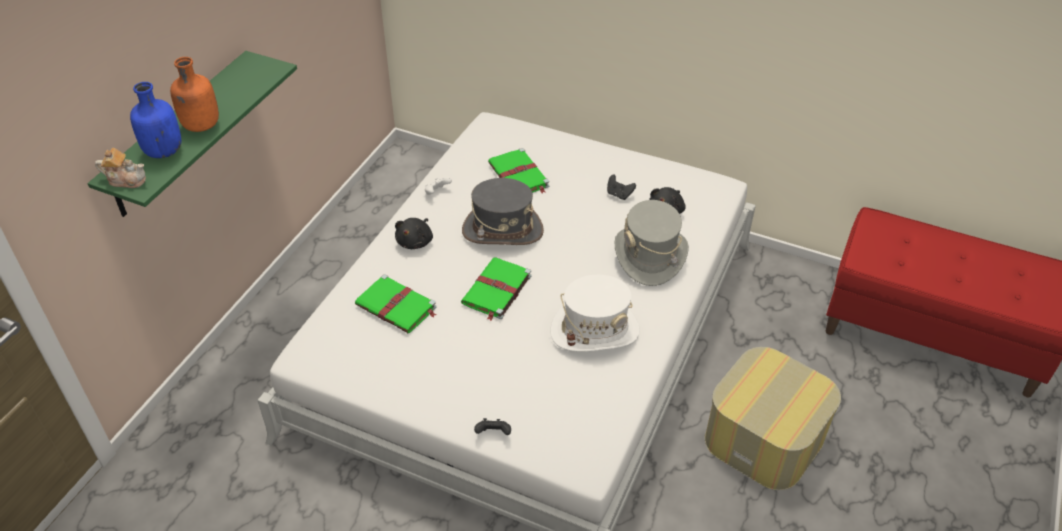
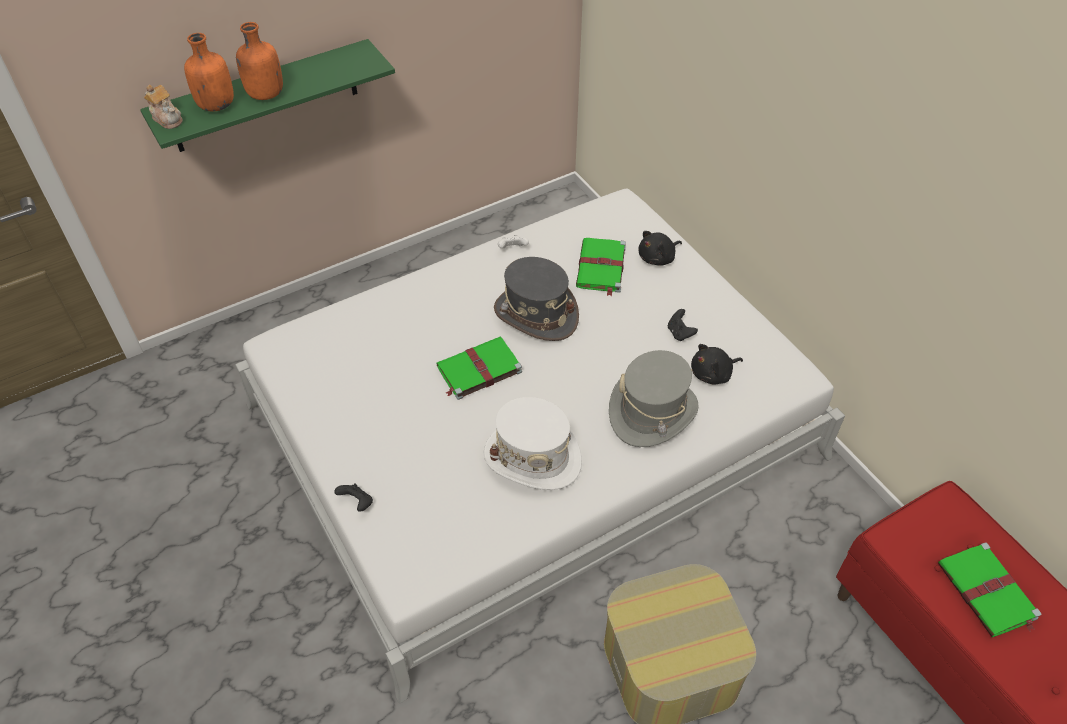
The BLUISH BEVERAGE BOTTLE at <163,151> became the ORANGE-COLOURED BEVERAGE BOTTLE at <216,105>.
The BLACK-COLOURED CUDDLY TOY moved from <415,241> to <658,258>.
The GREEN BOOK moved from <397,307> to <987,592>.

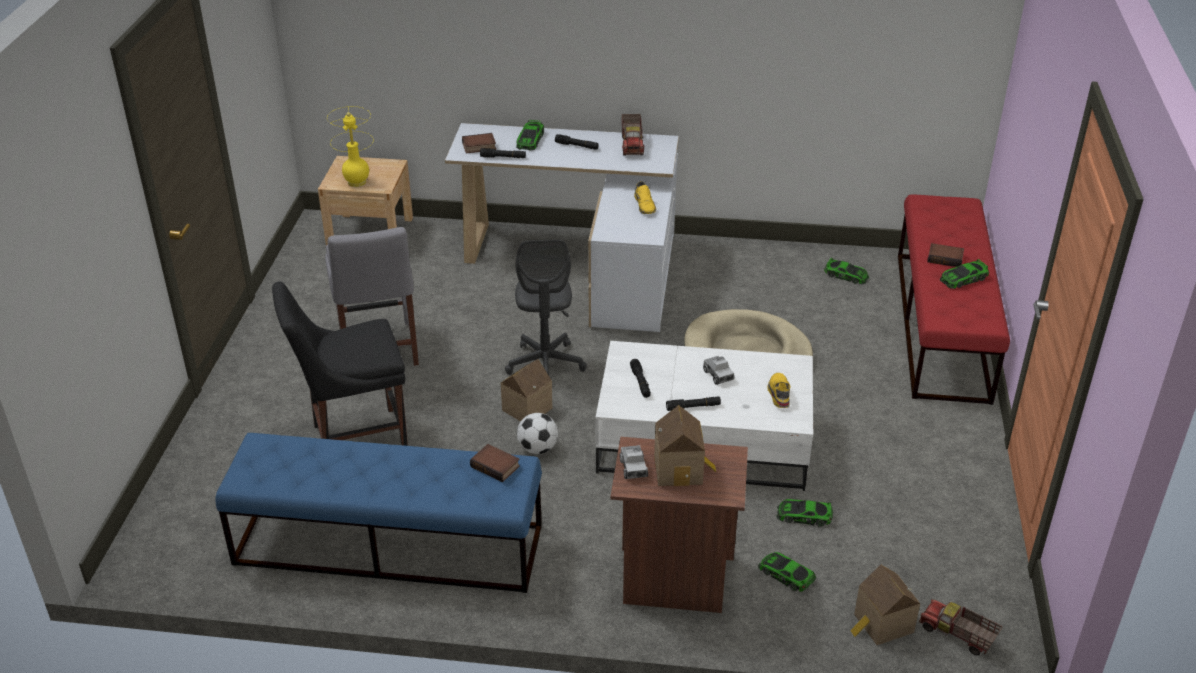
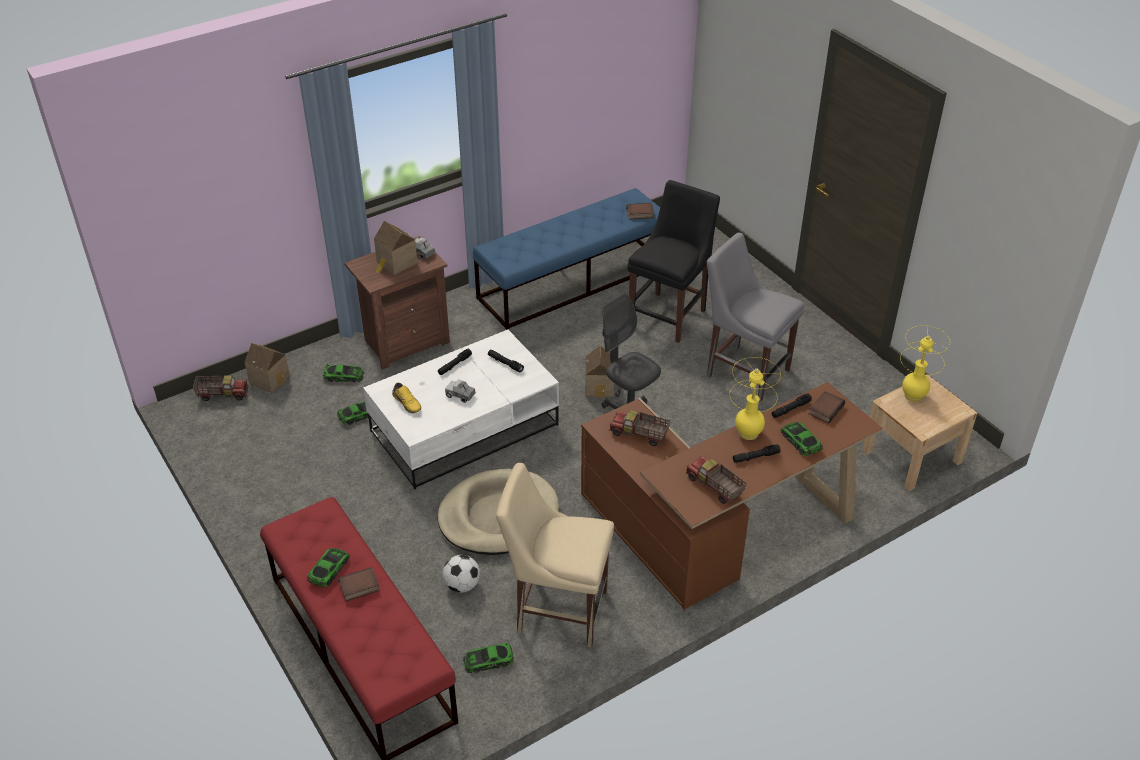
The WHITE-COLOURED DESK at <583,264> became the BROWNISH DESK at <717,529>.
The YELLOW-COLOURED LOW SHOE at <645,205> disappeared.
The BALL FOR FOOTBALL moved from <538,448> to <462,585>.
The BOOK moved from <496,466> to <640,214>.
The YELLOW-COLOURED TABLETOP LAMP at <748,433> appeared.
The TOY LORRY at <639,435> appeared.
The SAND-COLOURED UPRIGHT CHAIR at <557,610> appeared.

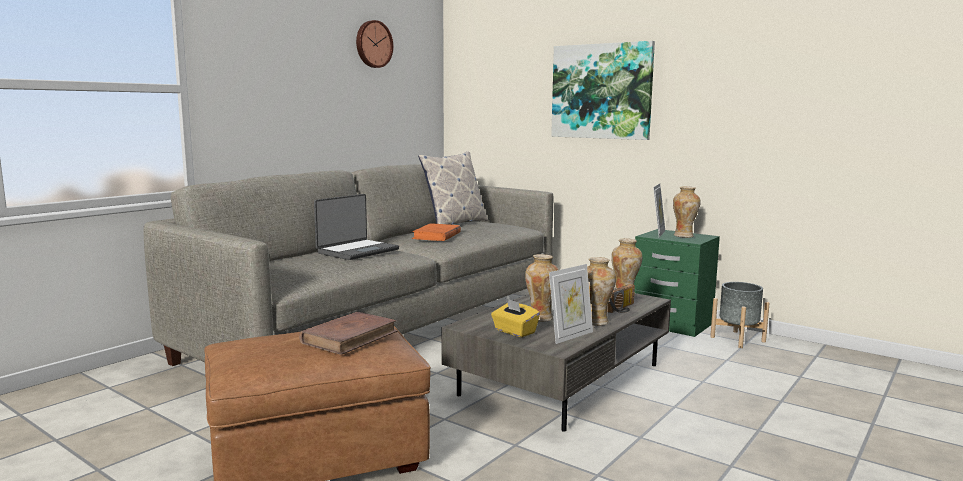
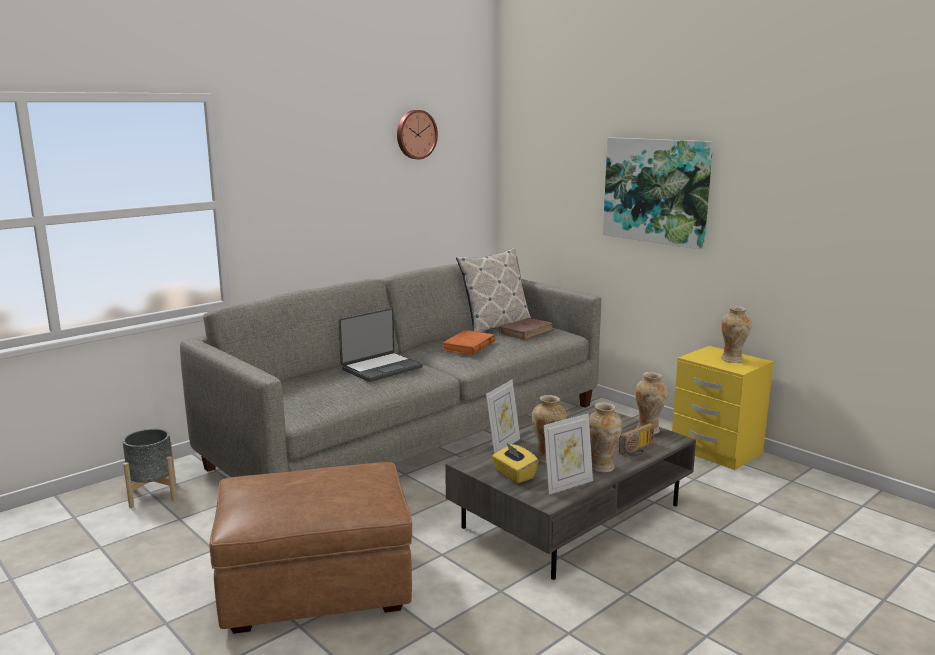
The PHOTO FRAME moved from <658,233> to <503,445>.
The GREEN BEDSIDE TABLE at <672,324> became the YELLOW-COLOURED BEDSIDE TABLE at <716,451>.
The GRAY PLANT POT moved from <737,339> to <152,494>.
The BROWNISH BOOK moved from <350,337> to <526,332>.

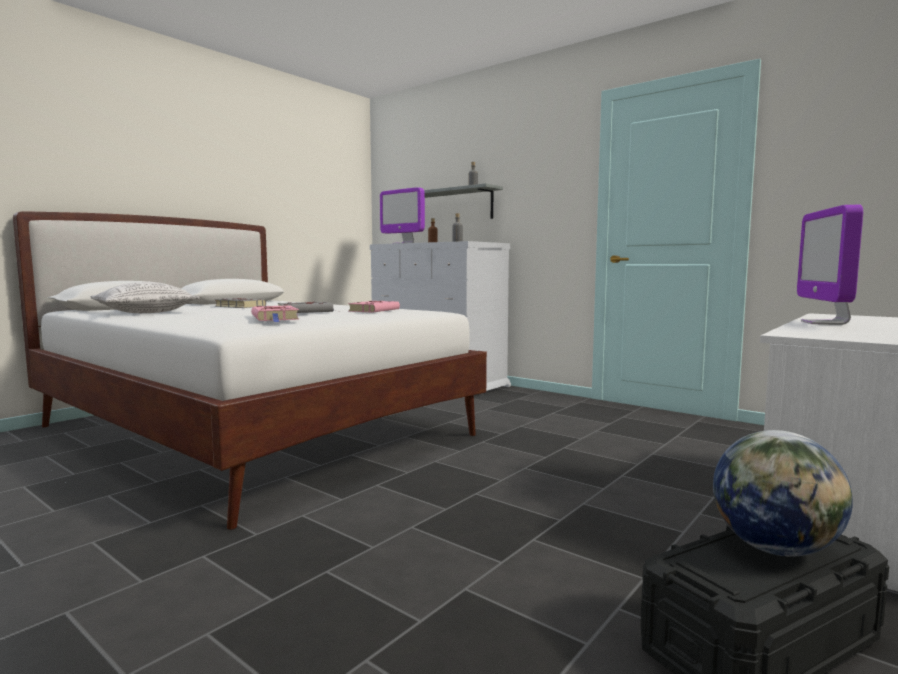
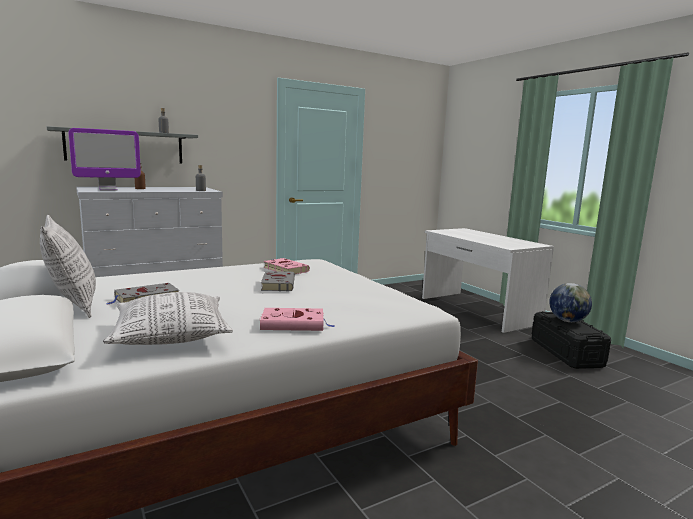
The MONITOR at <824,323> disappeared.
The PINK-COLOURED BOOK moved from <275,318> to <295,324>.
The PILLOW at <73,305> appeared.

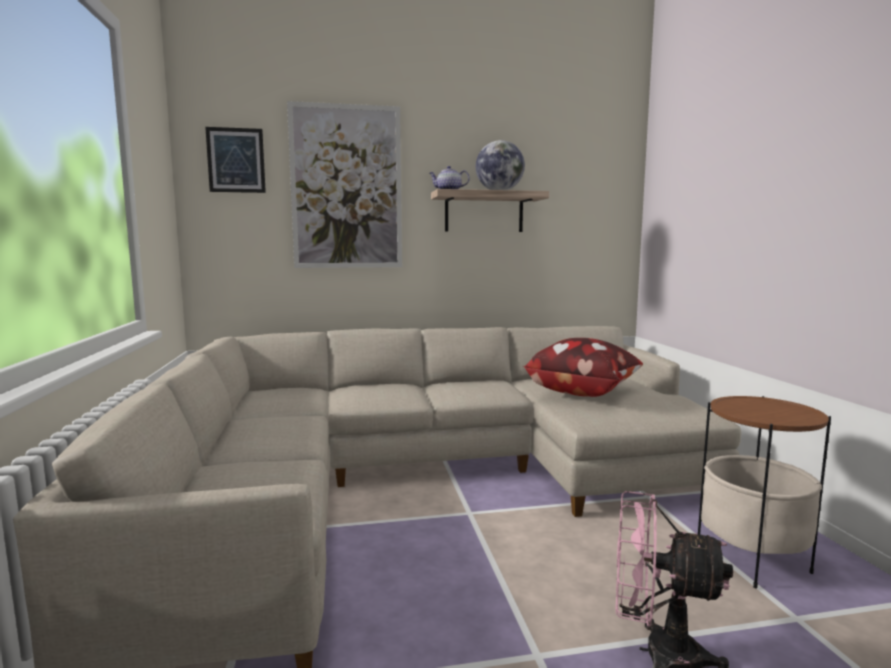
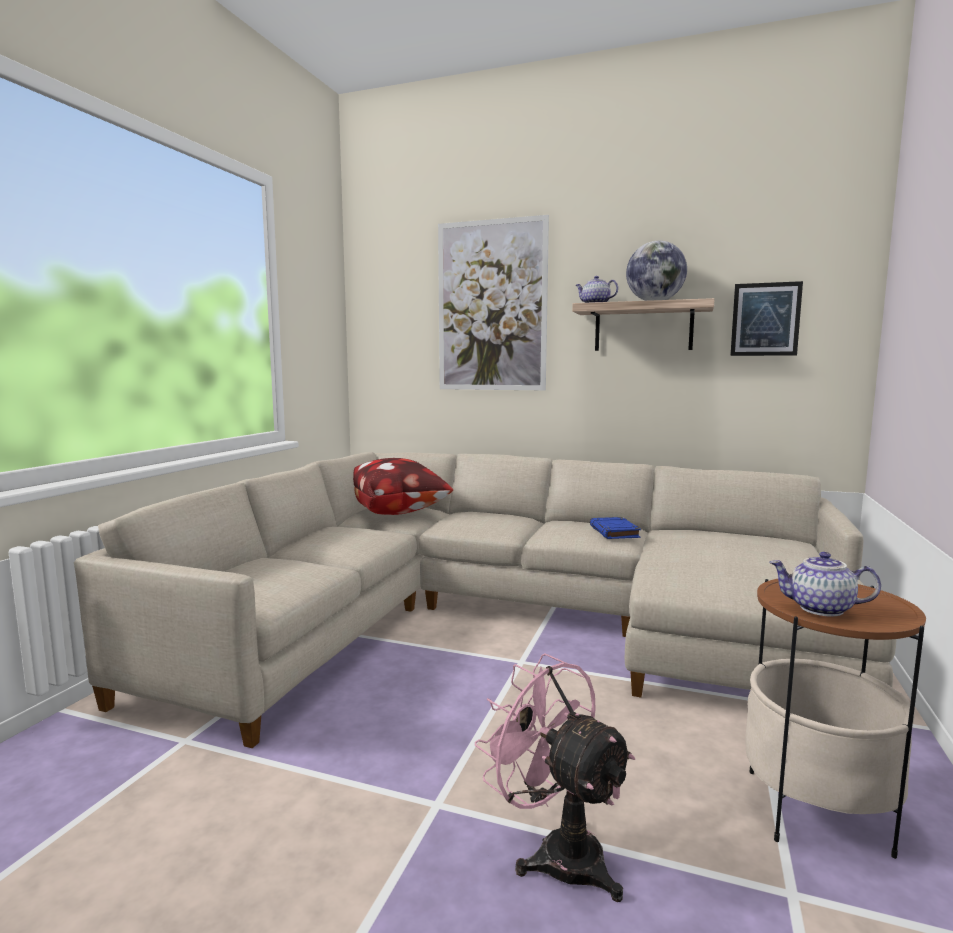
The PICTURE moved from <236,160> to <765,319>.
The PILLOW moved from <582,392> to <398,512>.
The BLUISH BOOK at <615,532> appeared.
The TEA POT at <820,609> appeared.

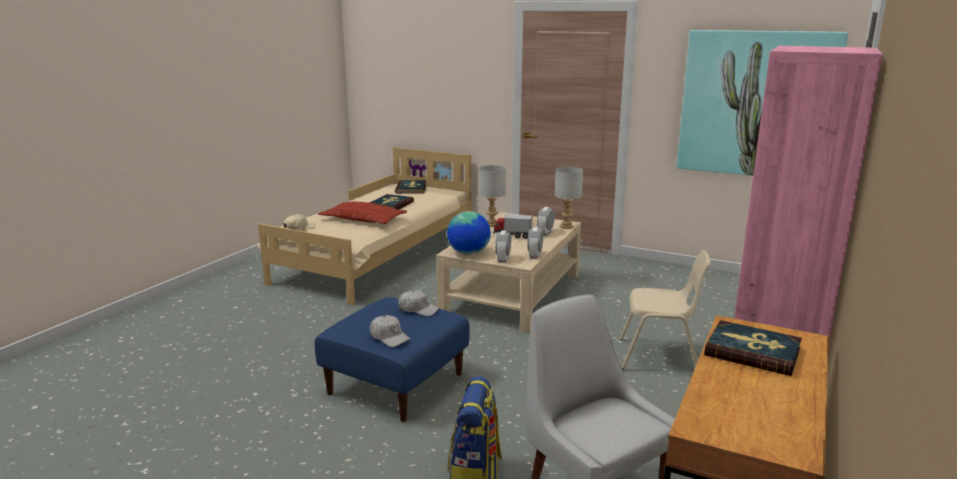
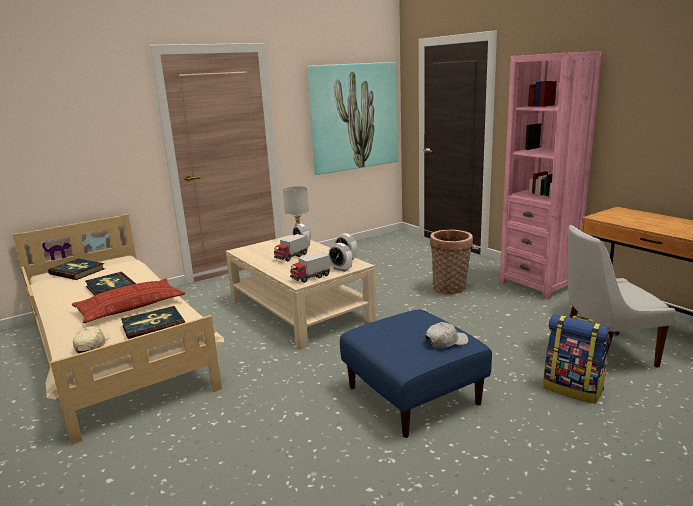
The GRAY TABLETOP LAMP at <492,224> disappeared.
The DESK GLOBE at <469,253> was replaced by the TOY LORRY at <310,277>.
The SAND-COLOURED UPRIGHT CHAIR at <659,357> was replaced by the HOUSEHOLD BASKET at <450,289>.
The WHITE-COLOURED BASEBALL CAP at <418,309> disappeared.
The BOOK moved from <752,351> to <153,326>.

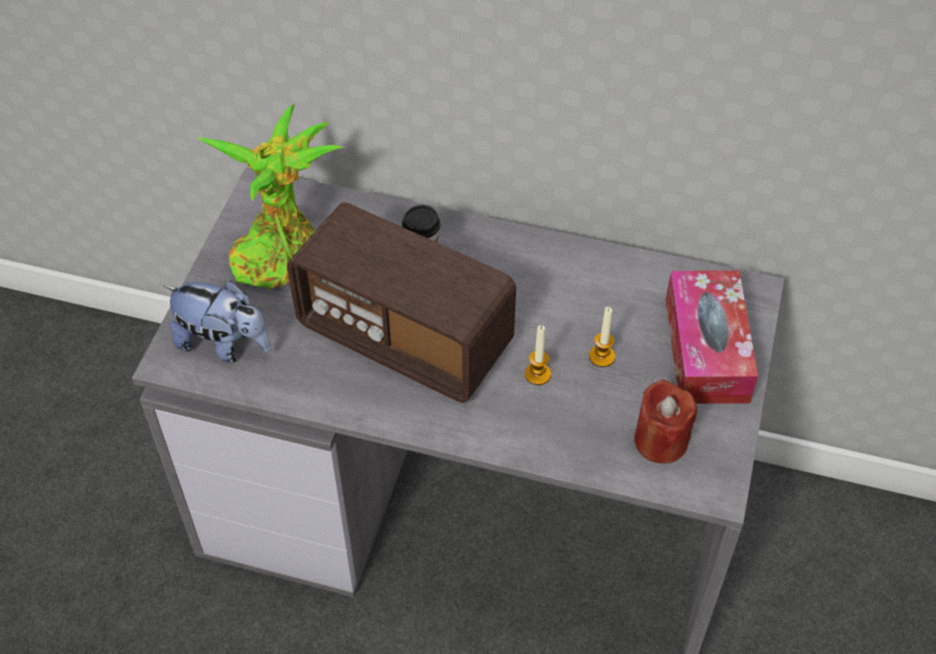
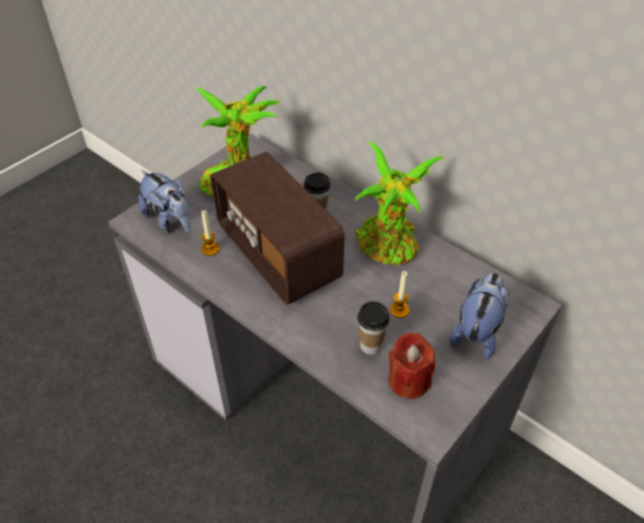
The TISSUE BOX at <706,349> was replaced by the CUDDLY TOY at <477,332>.
The WAX LIGHT moved from <537,374> to <210,249>.
The HOUSEPLANT at <388,246> appeared.
The SMALL CUP at <370,345> appeared.

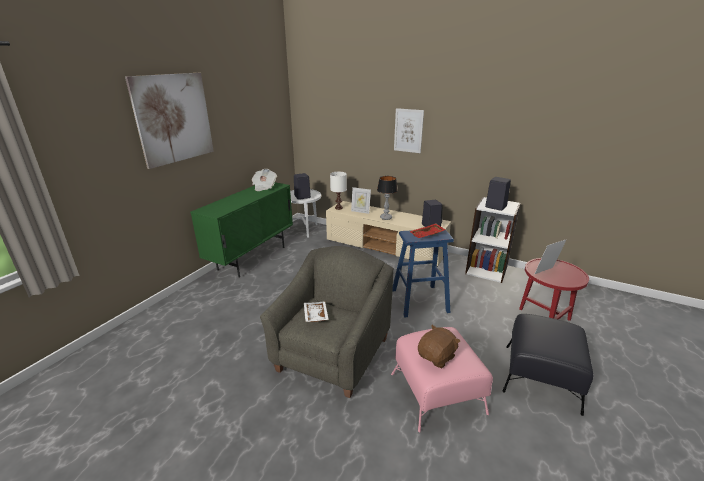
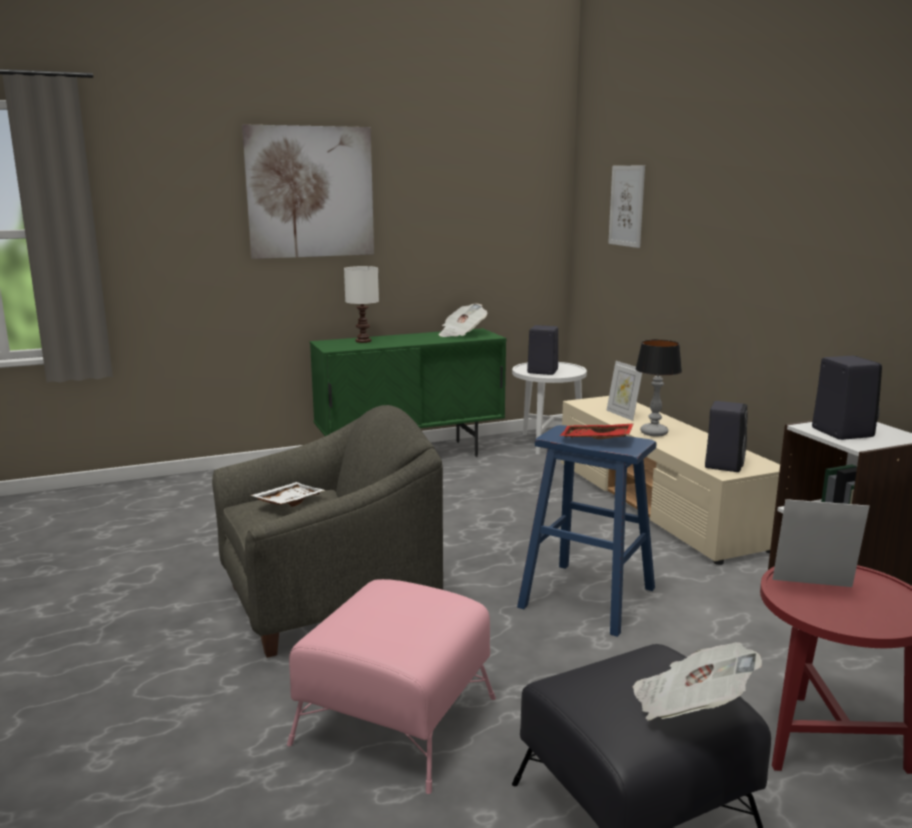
The PICTURE moved from <408,130> to <627,206>.
The WHITE-COLOURED TABLETOP LAMP moved from <339,208> to <364,341>.
The BROWNISH CUDDLY TOY at <437,357> disappeared.
The PRINTED PAPER at <689,707> appeared.

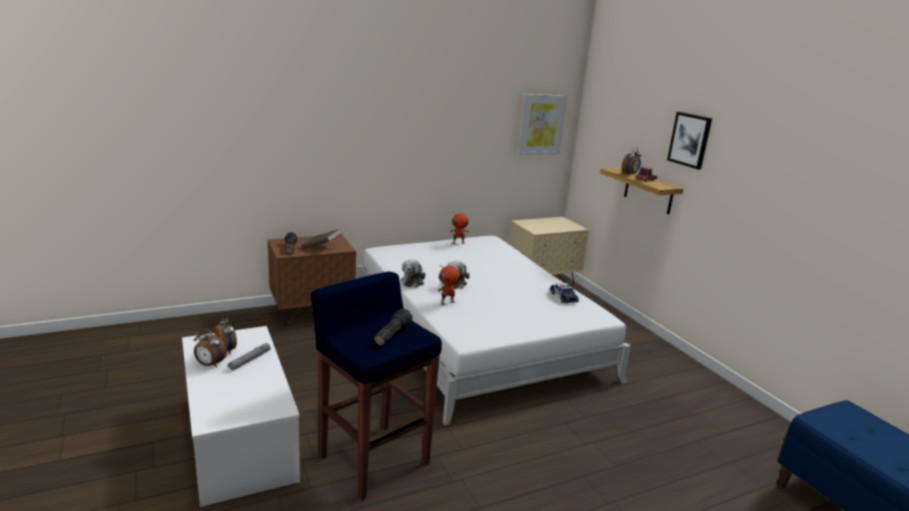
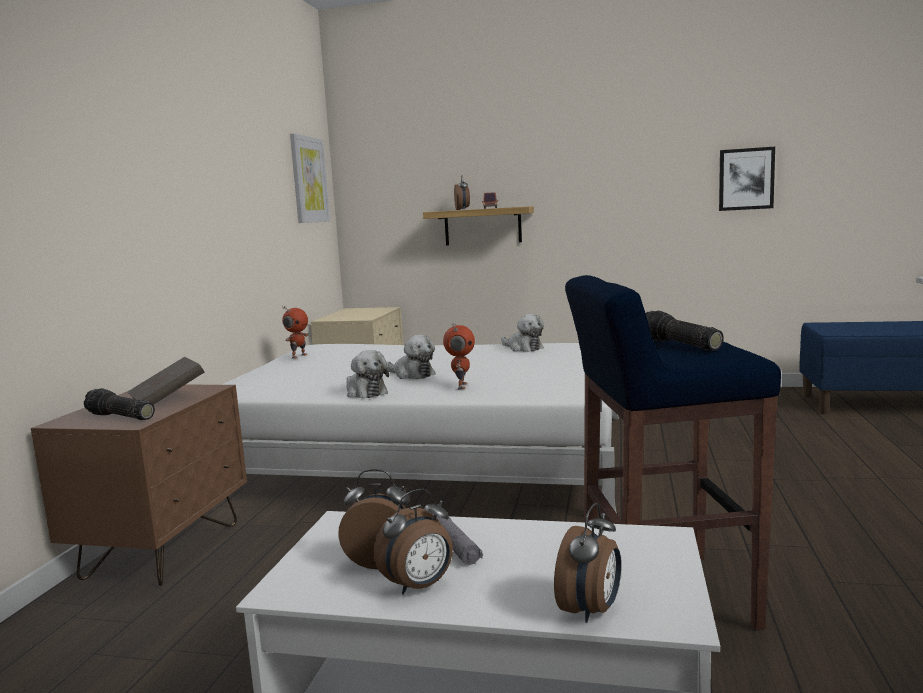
The PICTURE moved from <689,140> to <746,179>.
The MINIATURE CAR at <563,297> was replaced by the CUDDLY TOY at <523,348>.
The ALARM CLOCK at <591,610> appeared.

